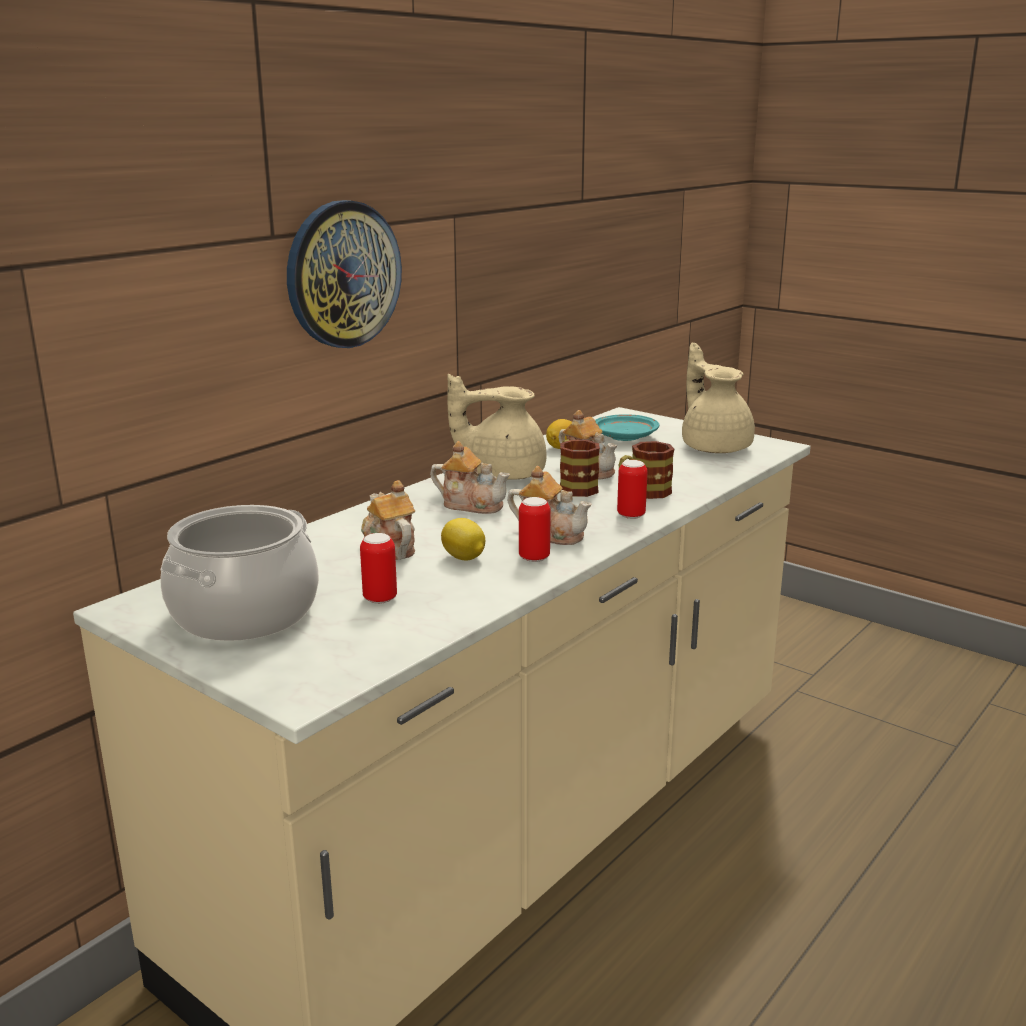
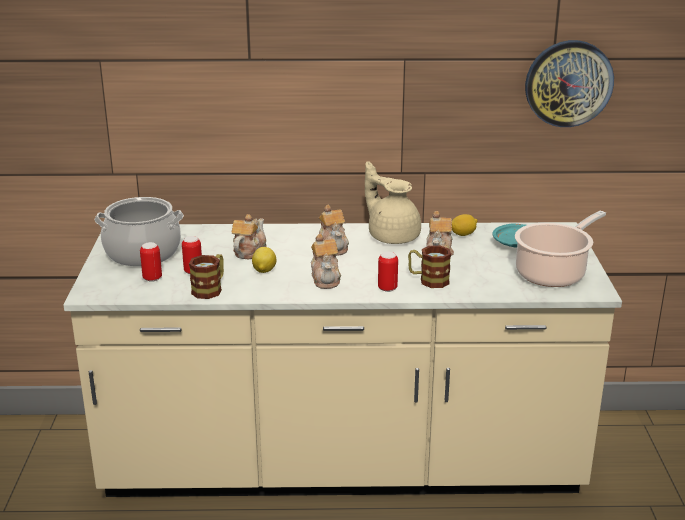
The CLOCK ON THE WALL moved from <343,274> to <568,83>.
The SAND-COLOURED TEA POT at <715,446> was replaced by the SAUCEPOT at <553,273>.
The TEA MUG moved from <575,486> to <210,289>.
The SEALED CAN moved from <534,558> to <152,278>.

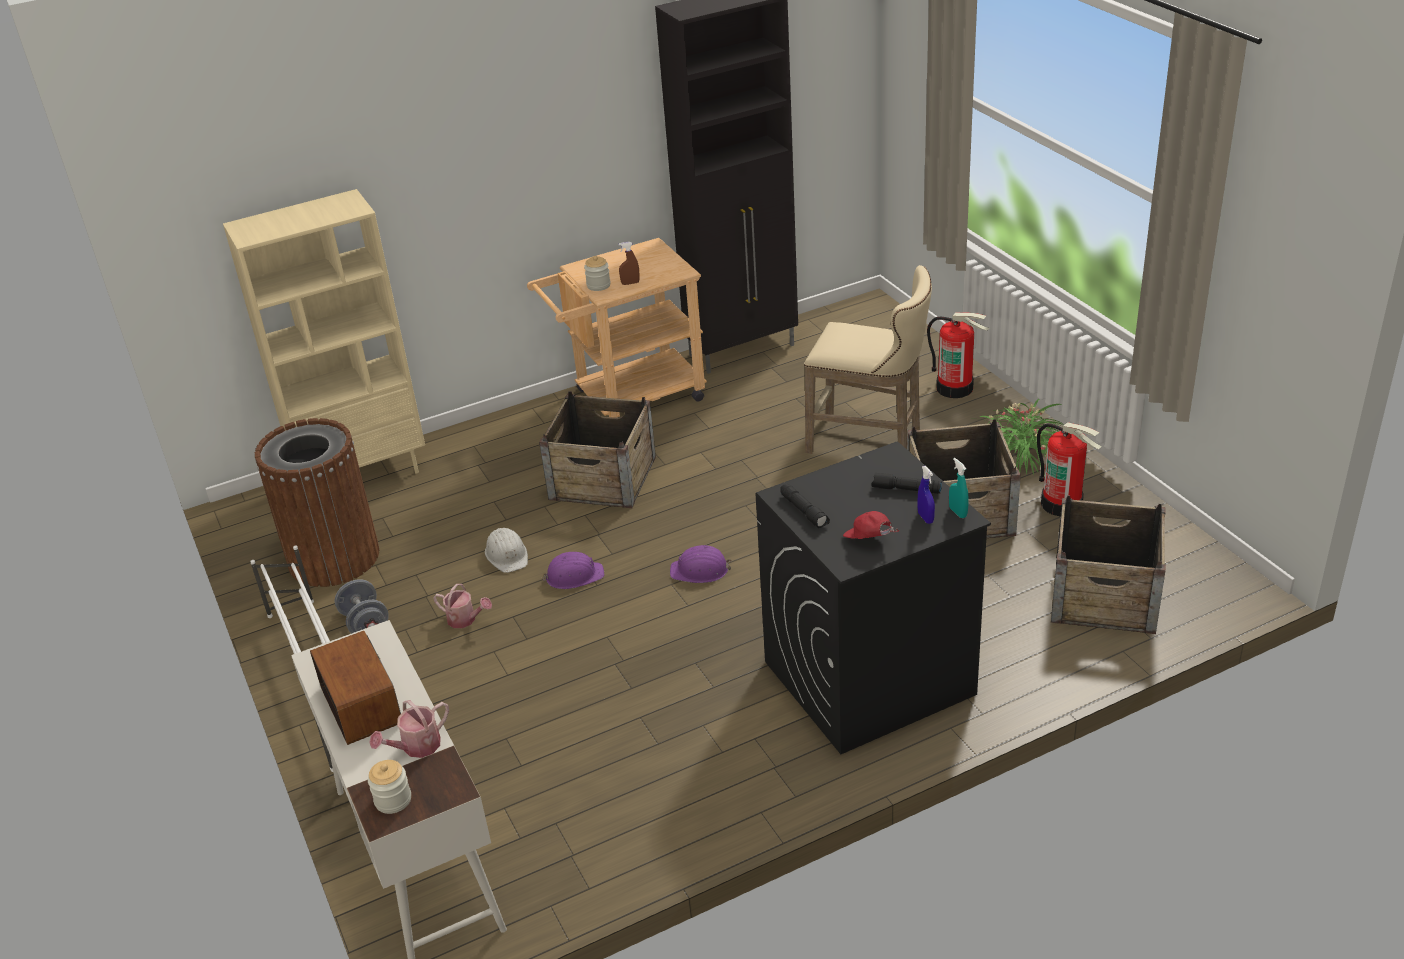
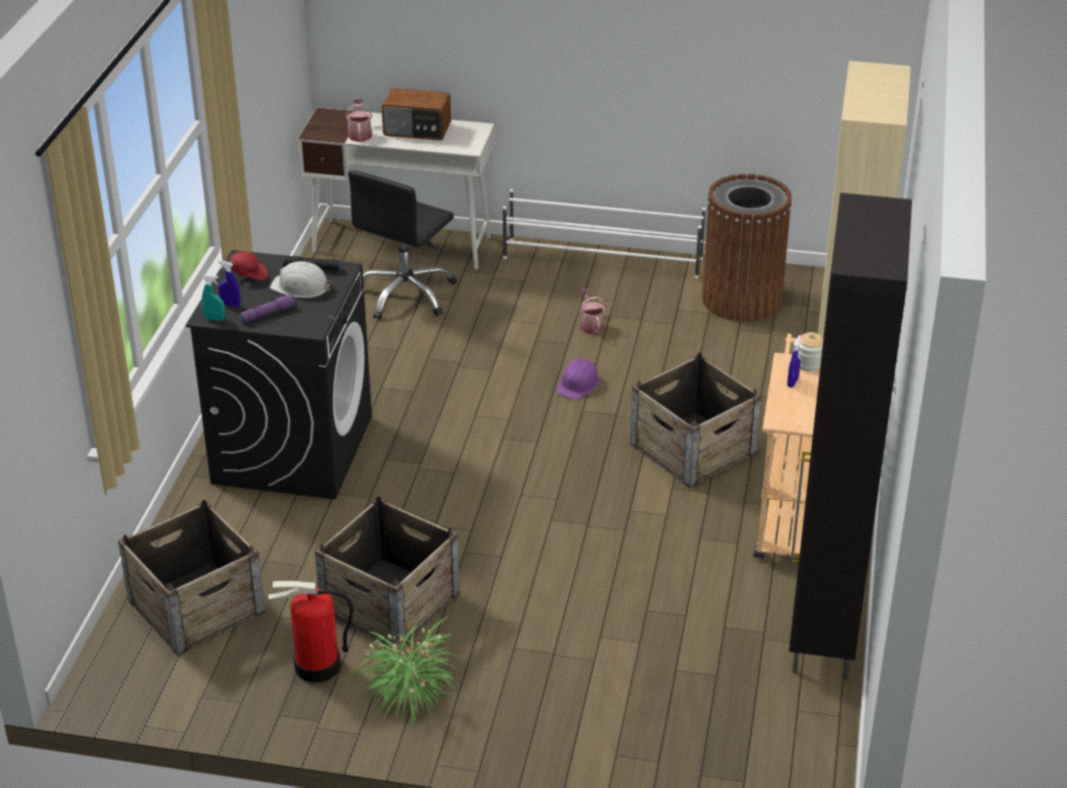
The BROWNISH SPRAYER at <630,283> became the BLUISH SPRAYER at <792,382>.
The SAND-COLOURED SITTING STOOL at <870,441> disappeared.
The EXTINGUISHER at <955,388> disappeared.
The BLACK-COLOURED TORCH at <905,490> became the PURPLE-COLOURED TORCH at <268,313>.
The WHITE-COLOURED HARD HAT moved from <507,555> to <301,287>.
The PURPLE-COLOURED HARD HAT at <700,570> disappeared.
The GRAY HAND WEIGHT at <365,624> disappeared.
The WATERING CAN at <465,620> turned 105 degrees clockwise.
The STORAGE JAR at <393,800> disappeared.
The BLACK-COLOURED OFFICE CHAIR at <406,294> appeared.

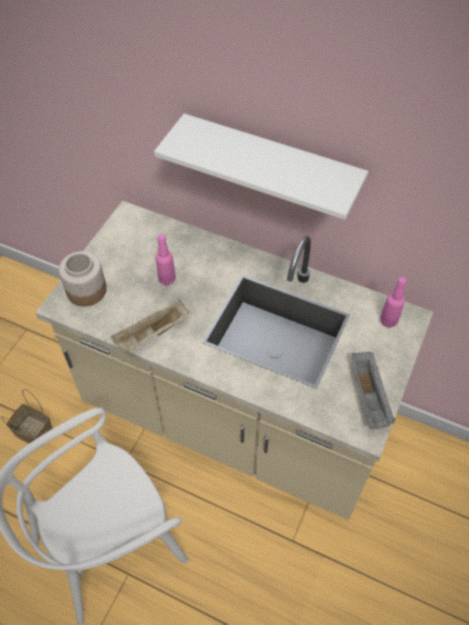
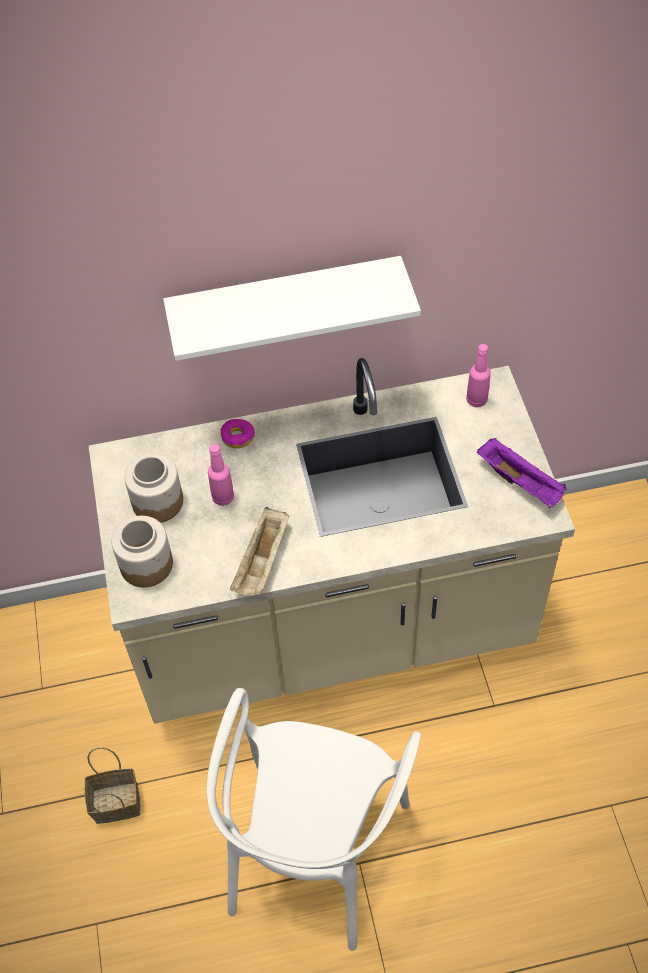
The GRAY SERVING TRAY at <369,397> became the PURPLE-COLOURED SERVING TRAY at <521,482>.
The DONUT at <238,437> appeared.
The STORAGE JAR at <158,501> appeared.

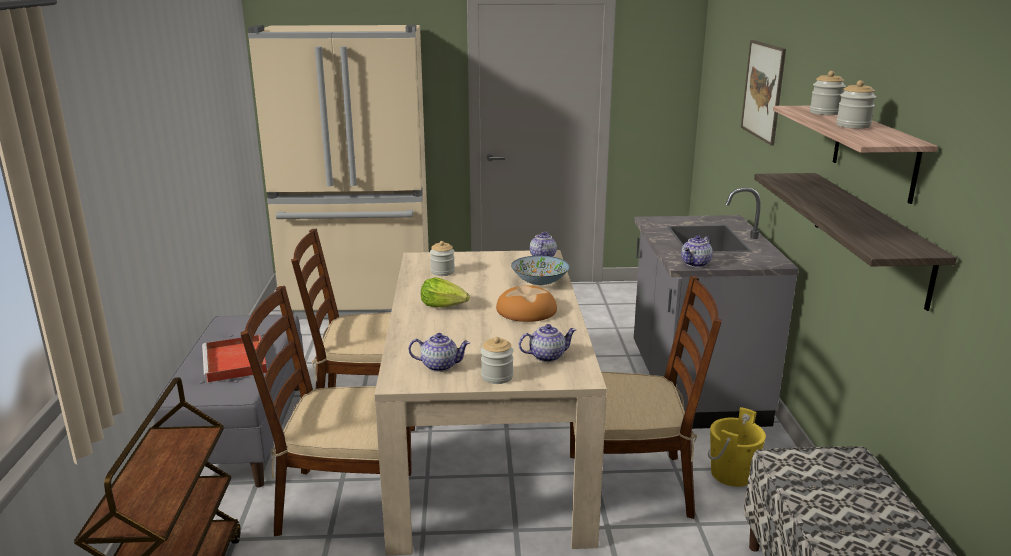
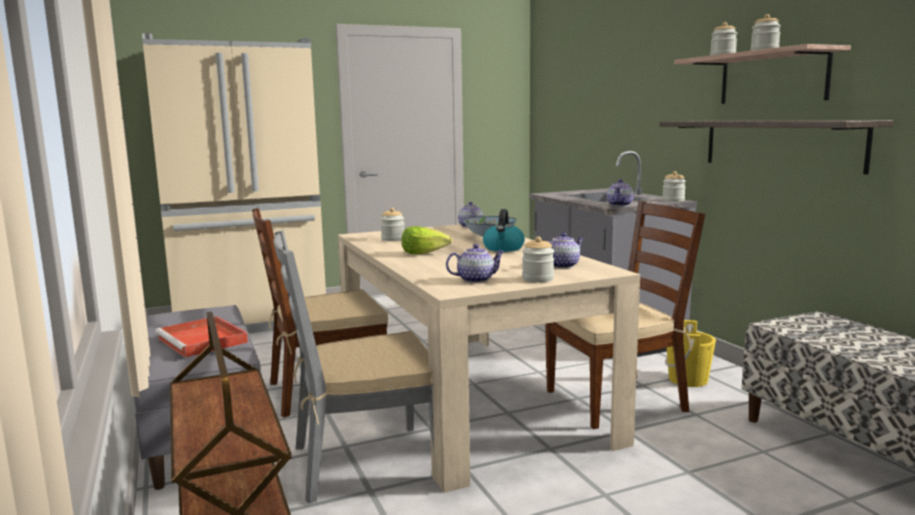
The PICTURE at <763,91> disappeared.
The BAKERY BREAD at <527,310> was replaced by the WATER KETTLE at <503,248>.
The BROWNISH UPRIGHT CHAIR at <344,502> became the GRAY UPRIGHT CHAIR at <363,462>.
The STORAGE JAR at <673,200> appeared.

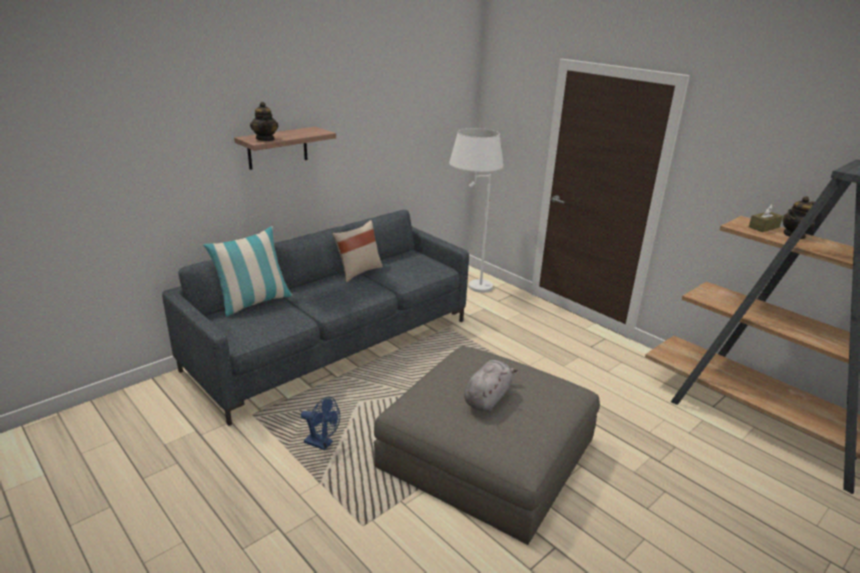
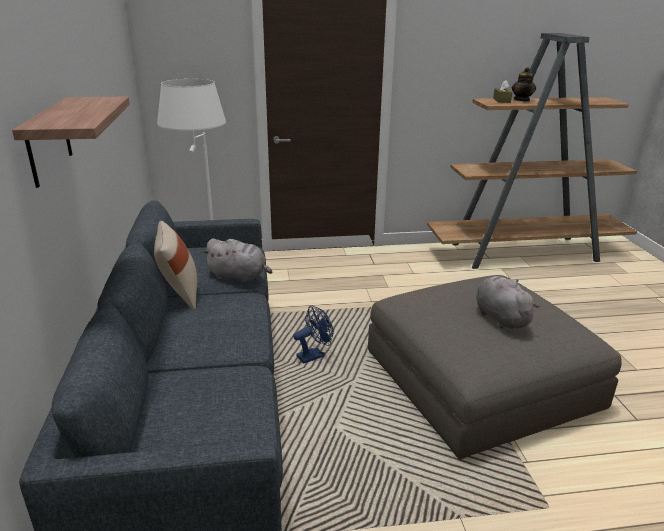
The TEA POT at <265,139> disappeared.
The PILLOW at <254,302> disappeared.
The BLUISH COOLING FAN moved from <322,444> to <314,355>.
The GRAY CUDDLY TOY at <239,276> appeared.

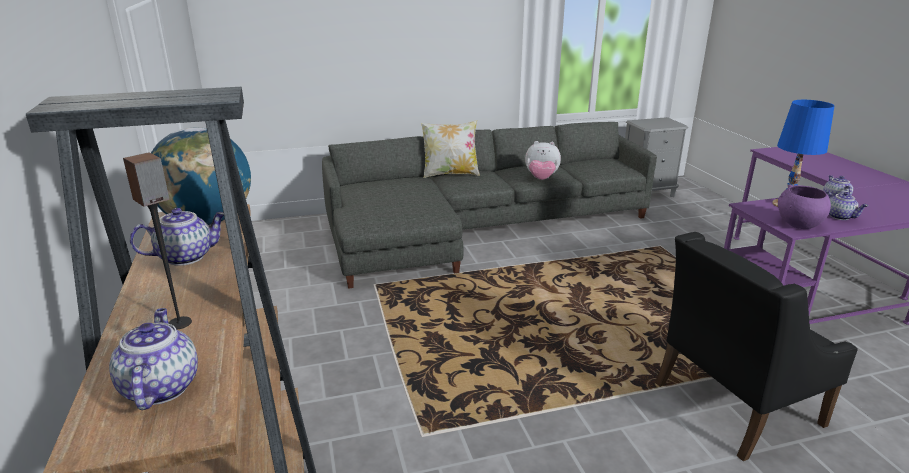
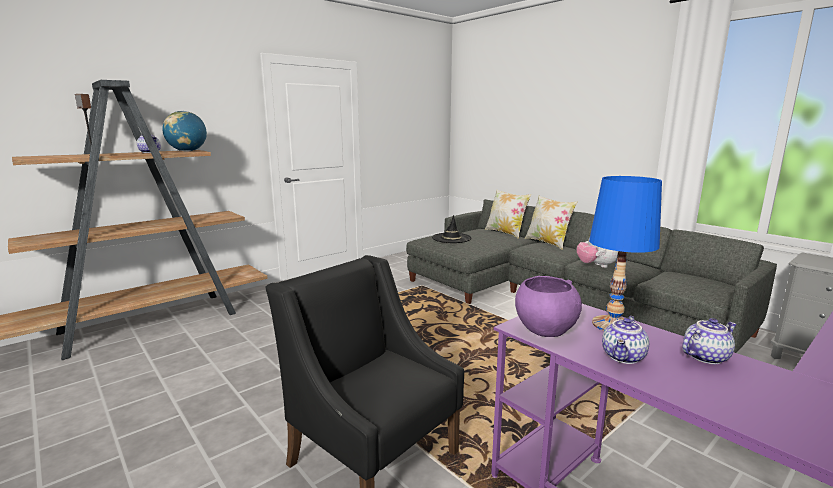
The TEA POT at <160,387> disappeared.
The PILLOW at <505,233> appeared.
The BLACK-COLOURED HAT at <451,238> appeared.

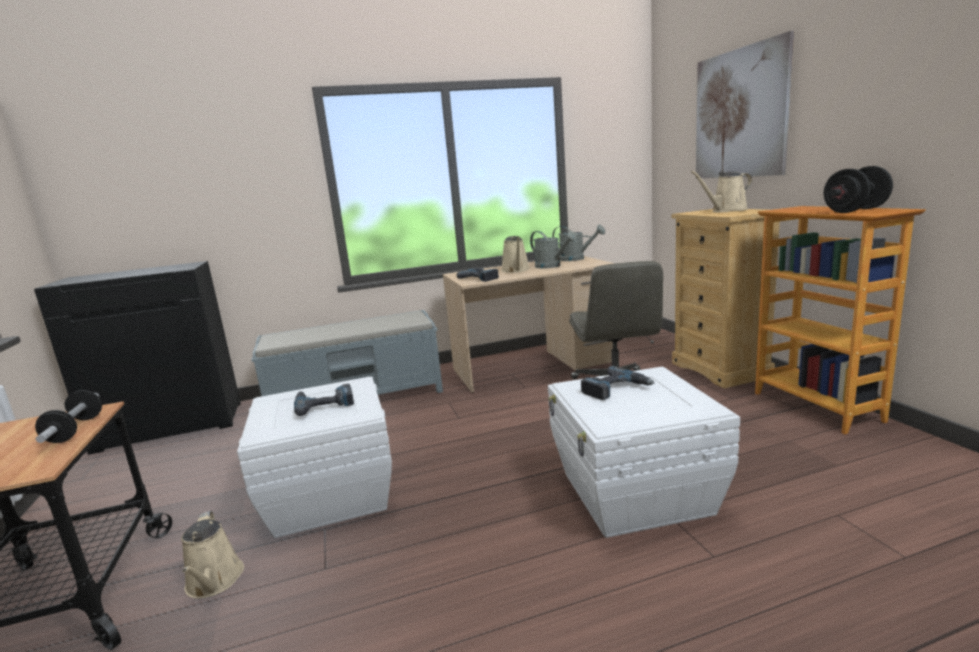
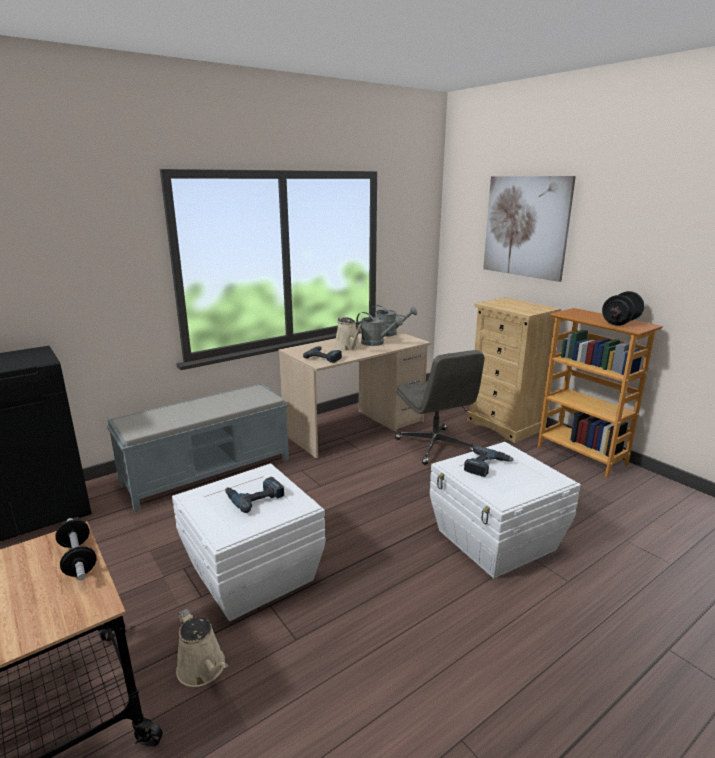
The SAND-COLOURED WATERING CAN at <726,211> disappeared.

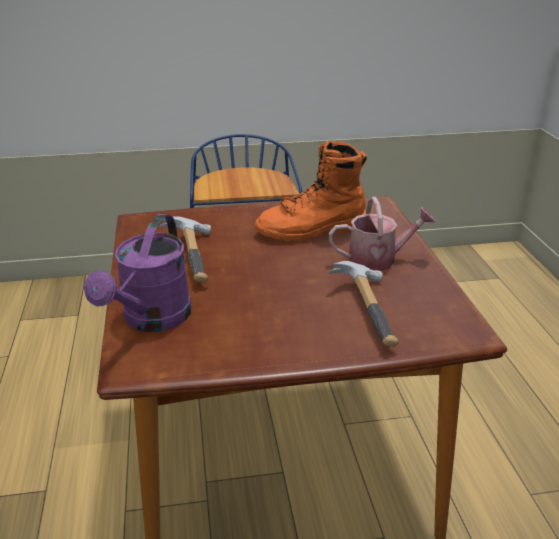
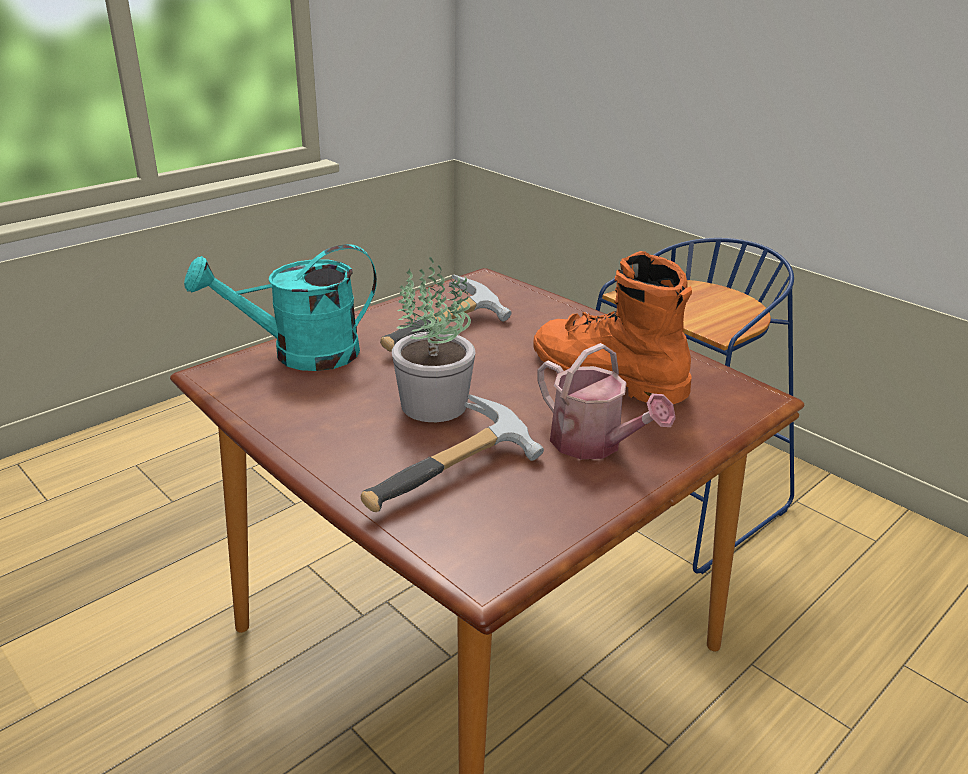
The PURPLE-COLOURED WATERING CAN at <151,320> became the TURQUOISE WATERING CAN at <300,355>.
The HOUSEPLANT at <432,404> appeared.

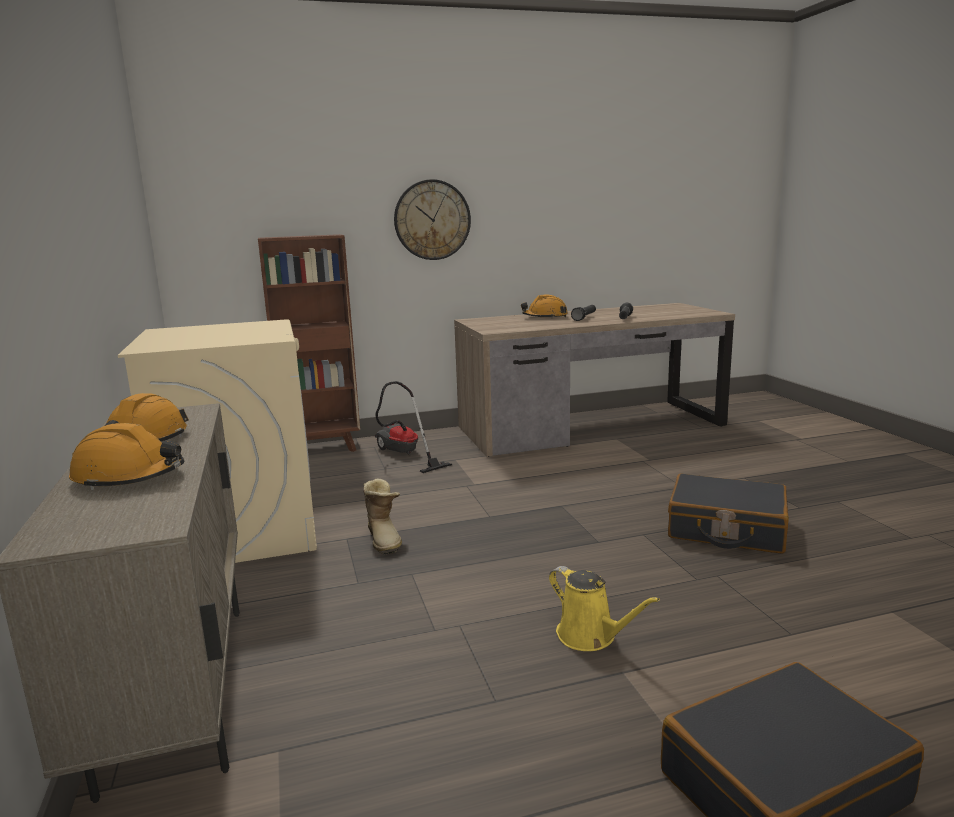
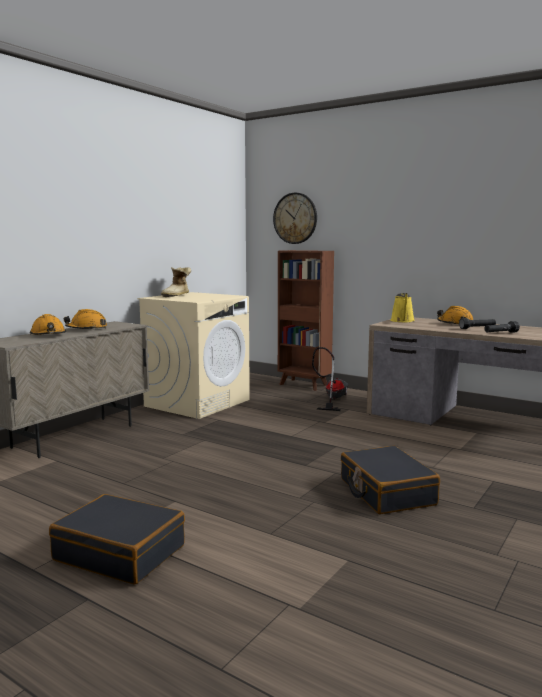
The CLOCK ON THE WALL moved from <432,220> to <295,218>.
The HIGH-TOP BOOT moved from <385,538> to <177,295>.
The YELLOW-COLOURED WATERING CAN moved from <590,636> to <402,321>.

